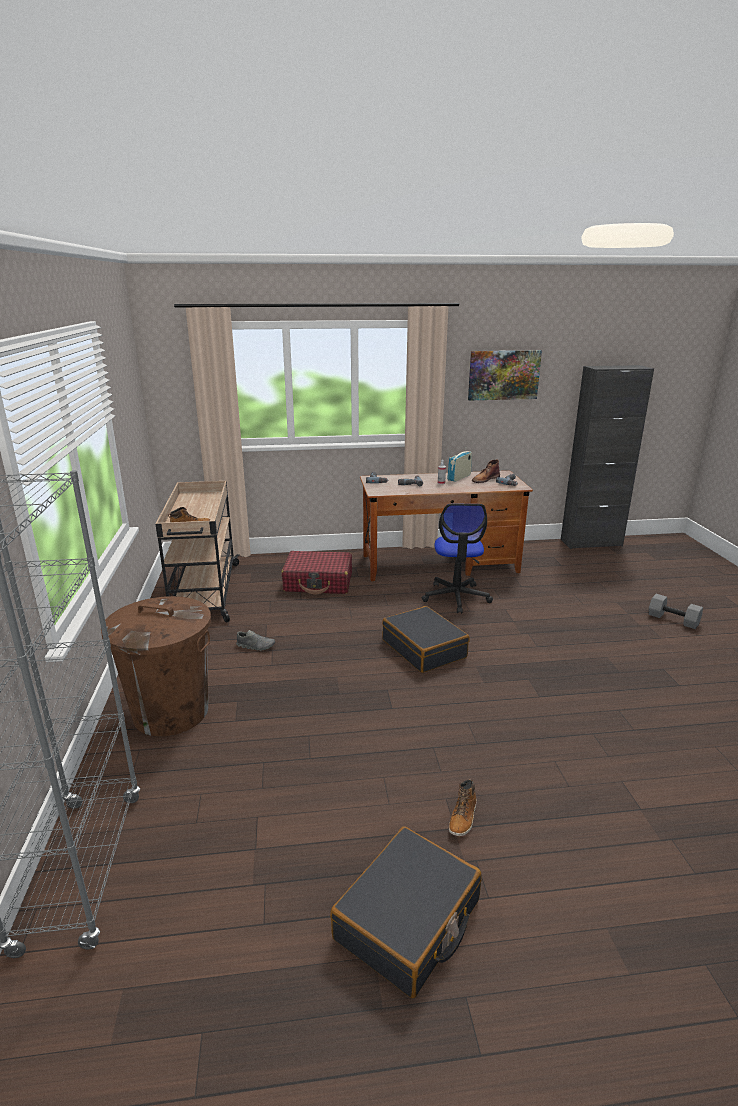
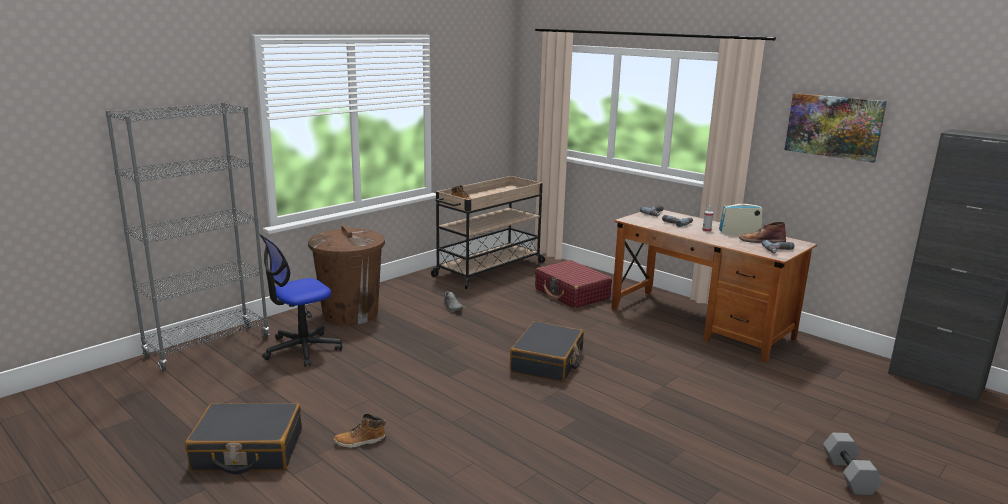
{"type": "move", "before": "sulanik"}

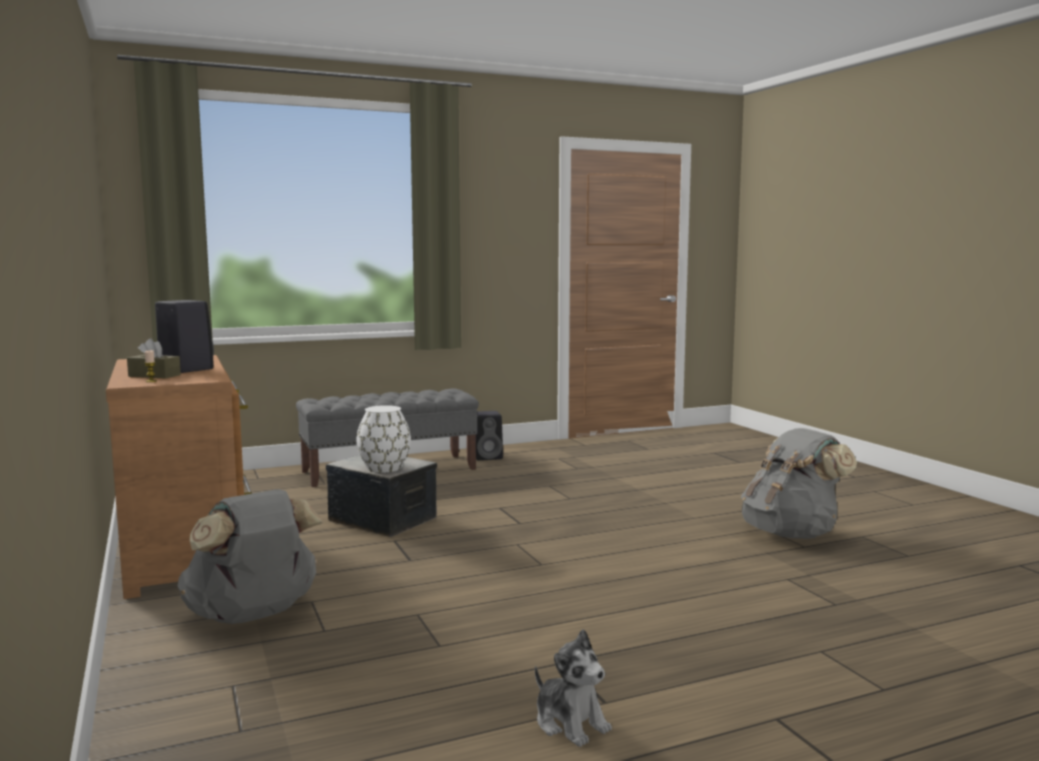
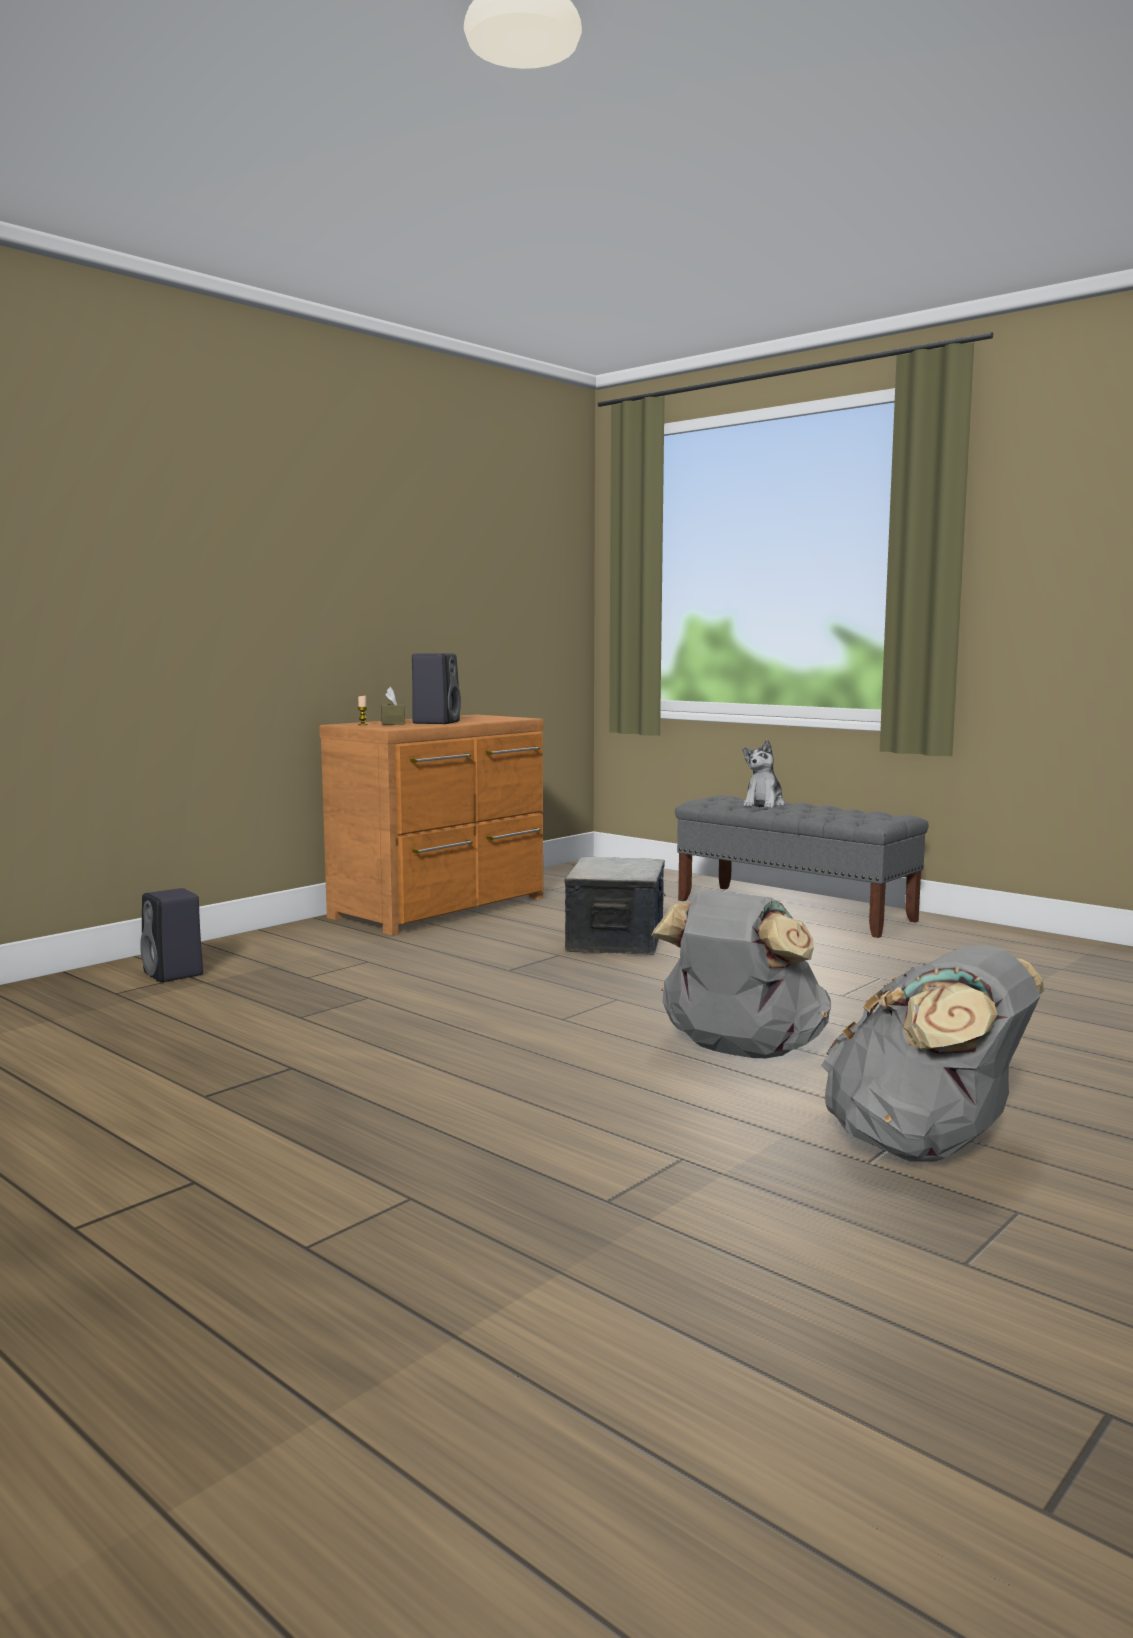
{"type": "delete", "before": "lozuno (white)"}
{"type": "move", "before": "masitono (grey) (1st from left)"}
{"type": "move", "before": "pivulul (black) (2nd from left in the first image)", "after": "pivulul (black) (1st from left)"}
{"type": "move", "before": "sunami"}

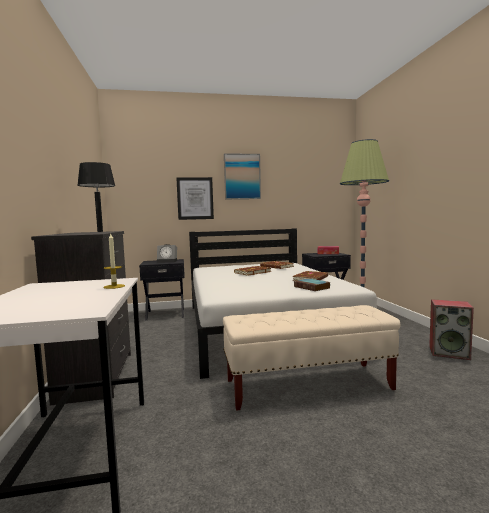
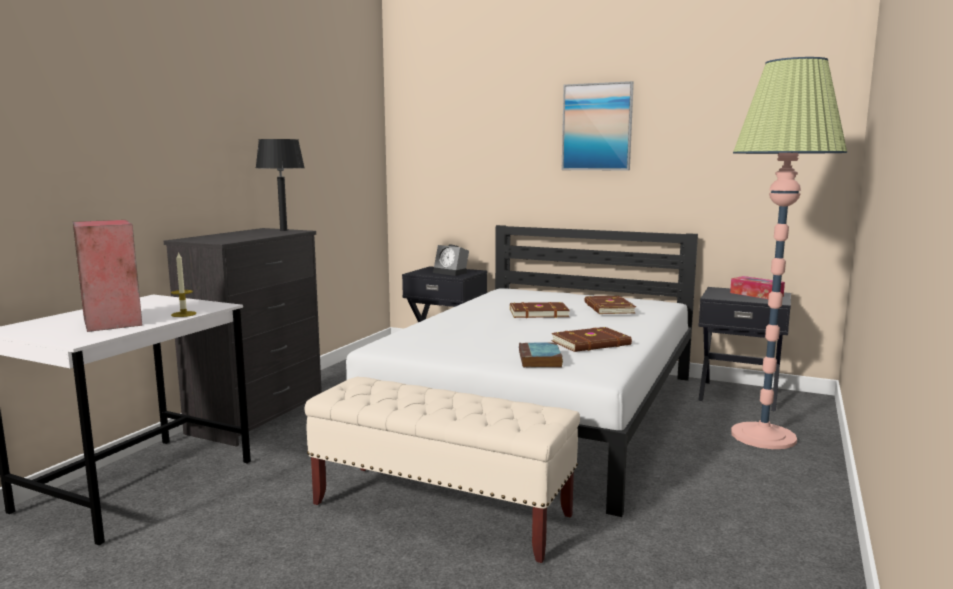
{"type": "delete", "before": "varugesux (1st from left)"}
{"type": "move", "before": "pivulul"}

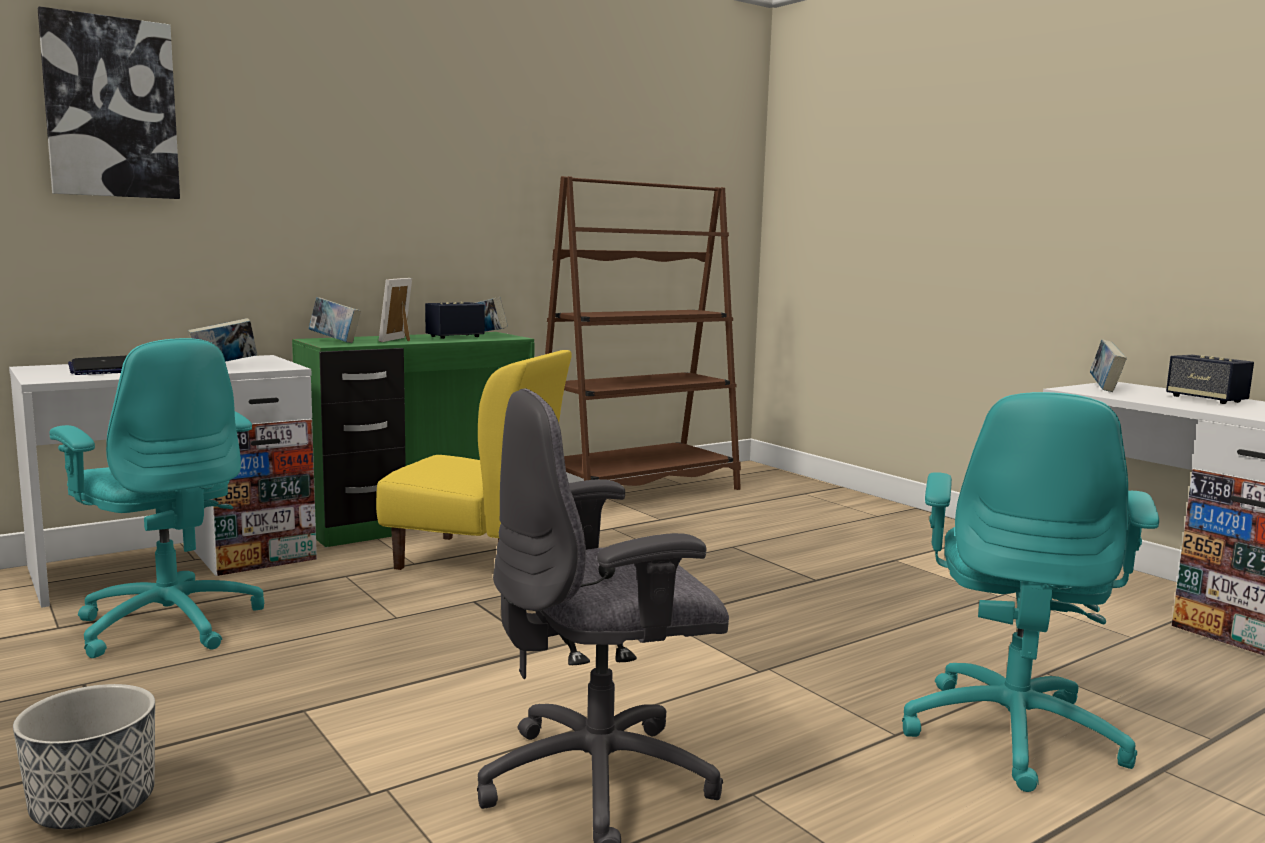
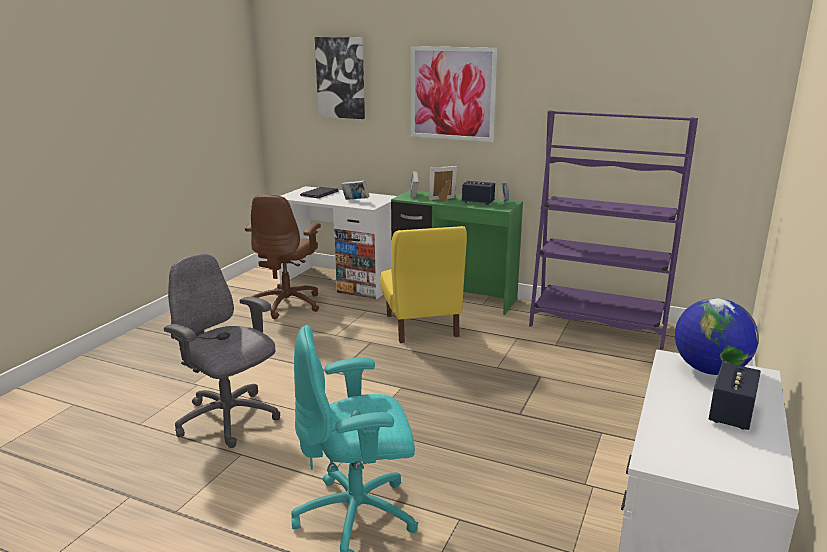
{"type": "delete", "before": "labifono"}
{"type": "insert", "after": "varugesux (2nd from left)"}
{"type": "replace", "before": "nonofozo (4th from left)", "after": "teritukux"}
{"type": "recolor", "before": "sulanik (turquoise) (1st from left)", "after": "sulanik (brown)"}
{"type": "recolor", "before": "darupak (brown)", "after": "darupak (purple)"}

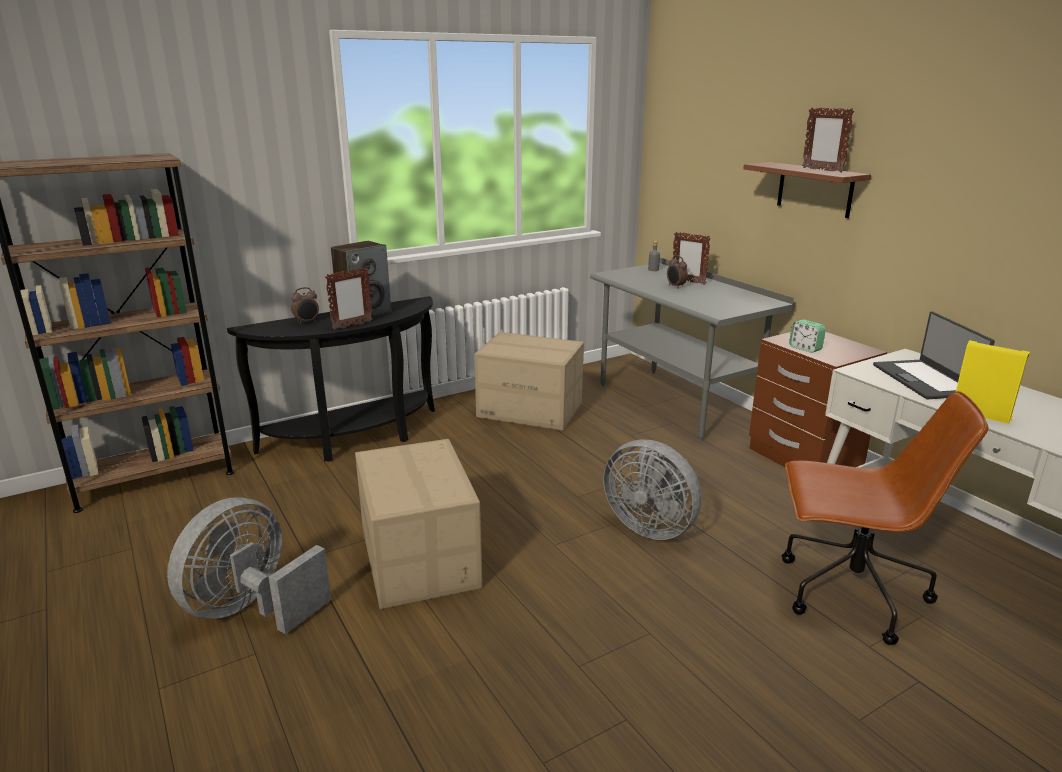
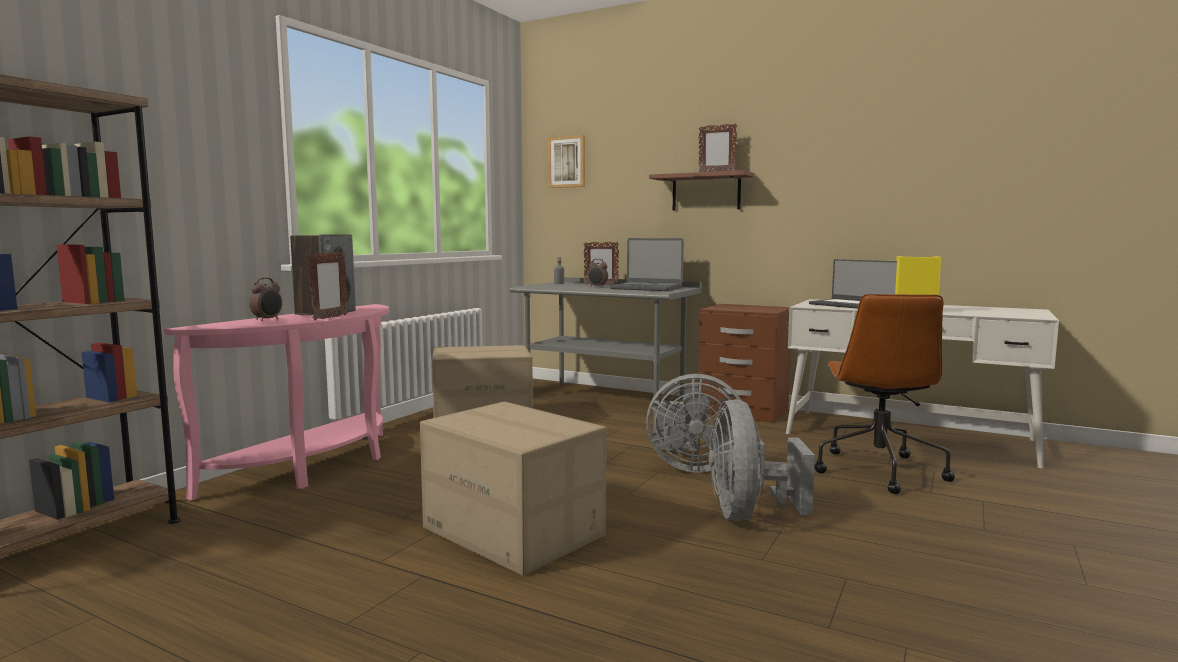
{"type": "delete", "before": "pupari (3rd from left)"}
{"type": "insert", "after": "varugesux"}
{"type": "insert", "after": "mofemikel (1st from left)"}
{"type": "move", "before": "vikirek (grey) (1st from left in the first image)", "after": "vikirek (grey) (2nd from left)"}
{"type": "recolor", "before": "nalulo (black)", "after": "nalulo (pink)"}
{"type": "rotate", "before": "sulanik (brown)", "turn": 120}

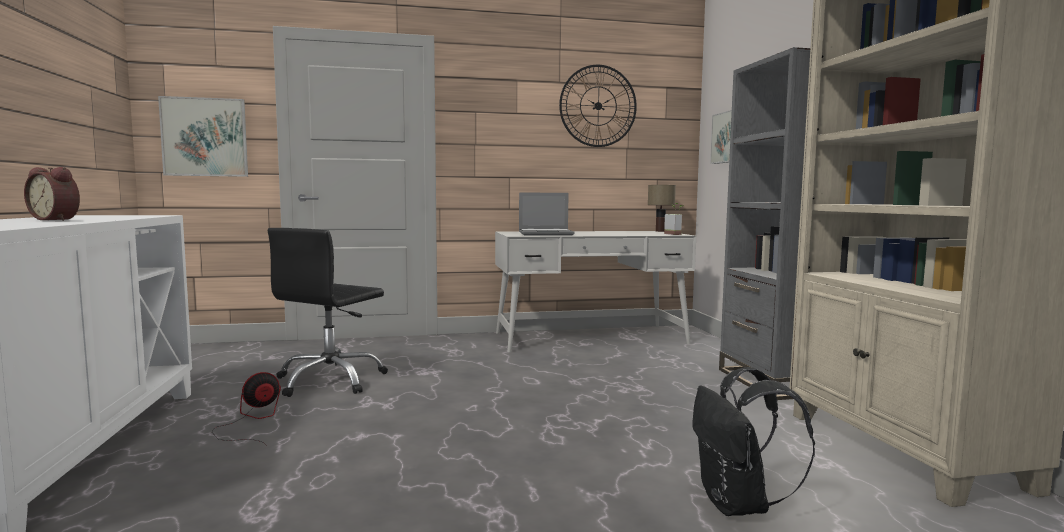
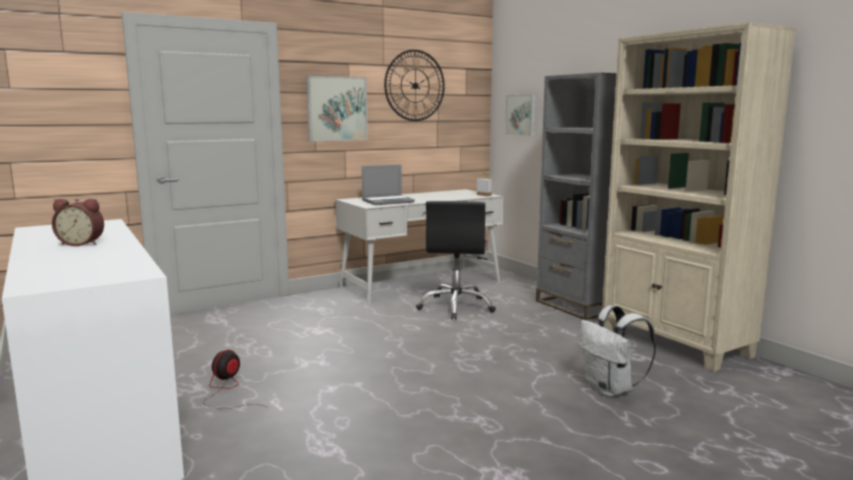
{"type": "delete", "before": "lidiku"}
{"type": "move", "before": "varugesux (1st from left)"}
{"type": "move", "before": "sulanik (black)"}
{"type": "recolor", "before": "masitono (black)", "after": "masitono (white)"}

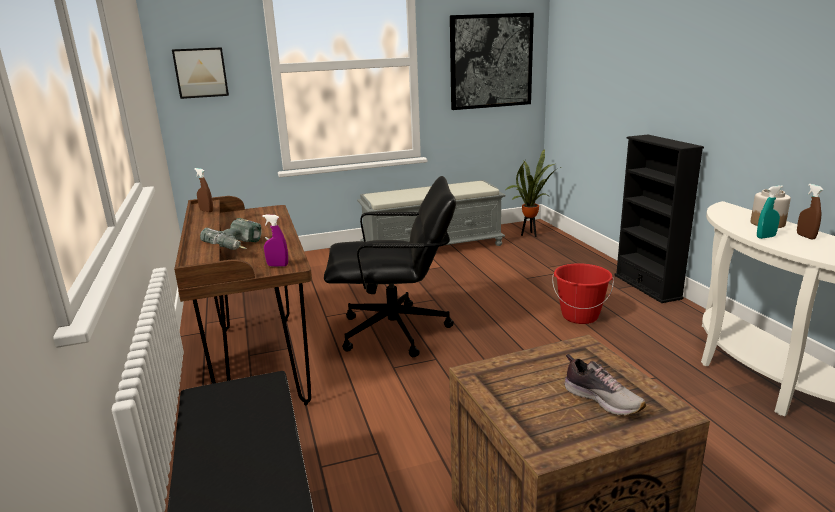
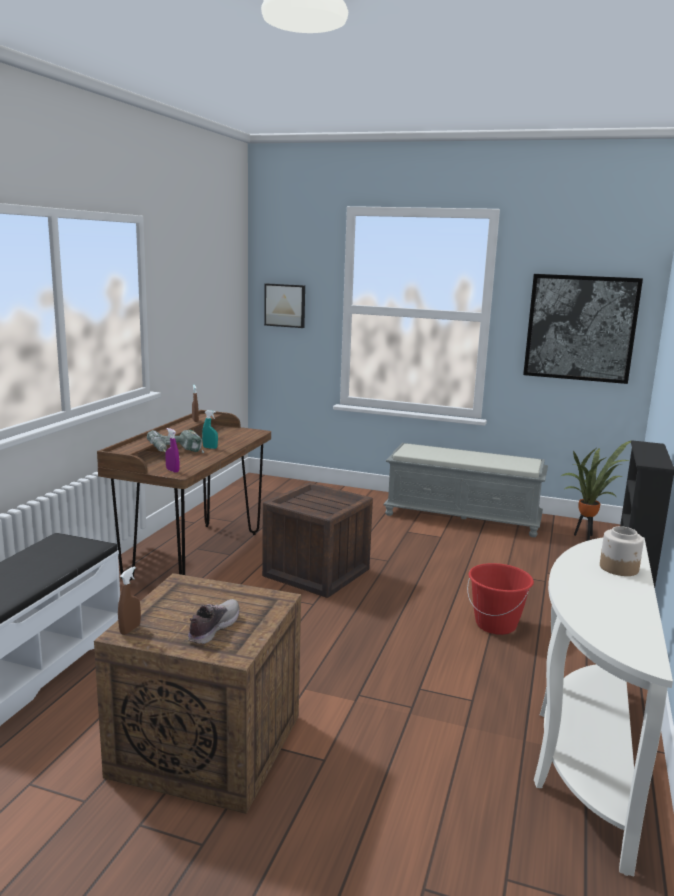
{"type": "move", "before": "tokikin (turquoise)"}
{"type": "move", "before": "tokikin (brown) (2nd from left in the first image)", "after": "tokikin (brown) (1st from left)"}
{"type": "replace", "before": "sulanik (black)", "after": "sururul (2nd from left)"}
{"type": "rotate", "before": "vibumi", "turn": -150}

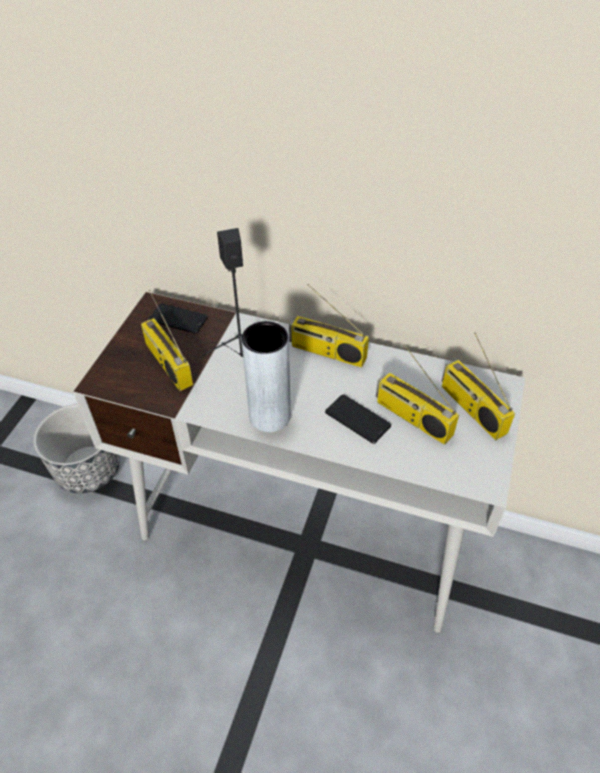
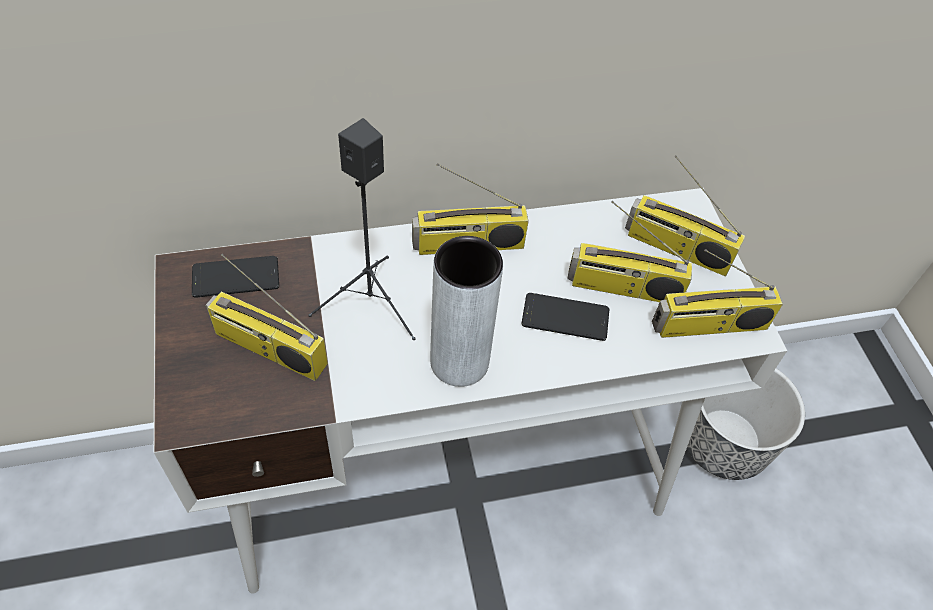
{"type": "insert", "after": "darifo (5th from left)"}
{"type": "move", "before": "labifono"}

